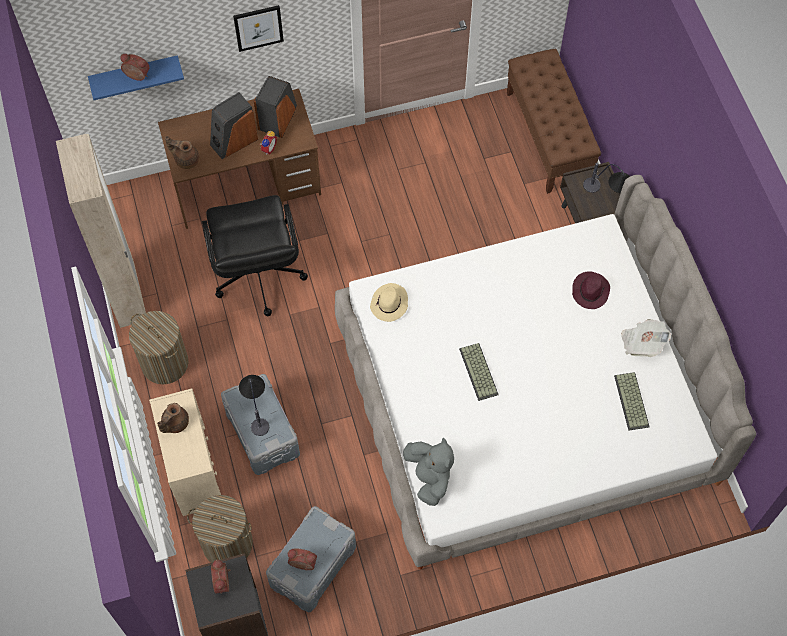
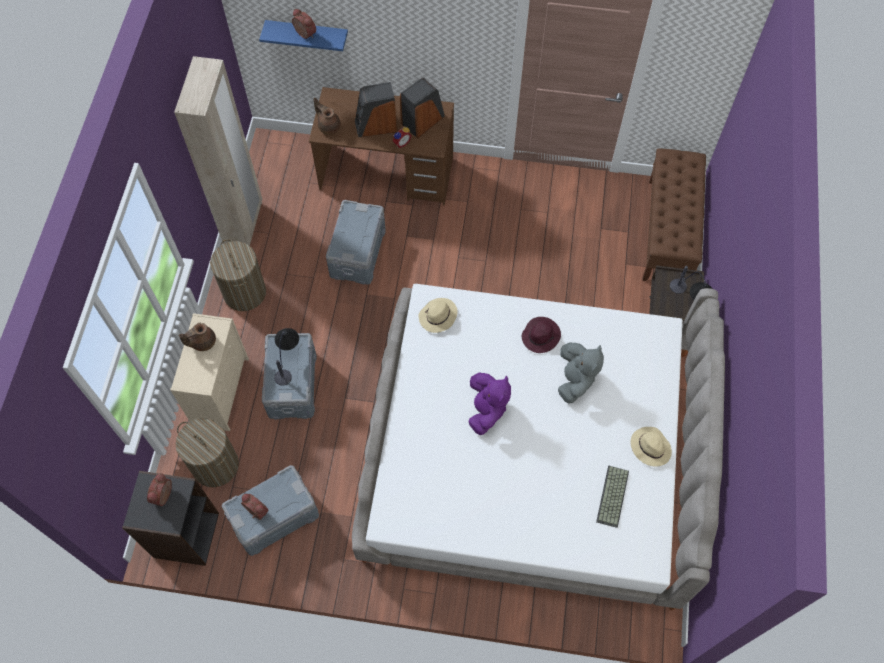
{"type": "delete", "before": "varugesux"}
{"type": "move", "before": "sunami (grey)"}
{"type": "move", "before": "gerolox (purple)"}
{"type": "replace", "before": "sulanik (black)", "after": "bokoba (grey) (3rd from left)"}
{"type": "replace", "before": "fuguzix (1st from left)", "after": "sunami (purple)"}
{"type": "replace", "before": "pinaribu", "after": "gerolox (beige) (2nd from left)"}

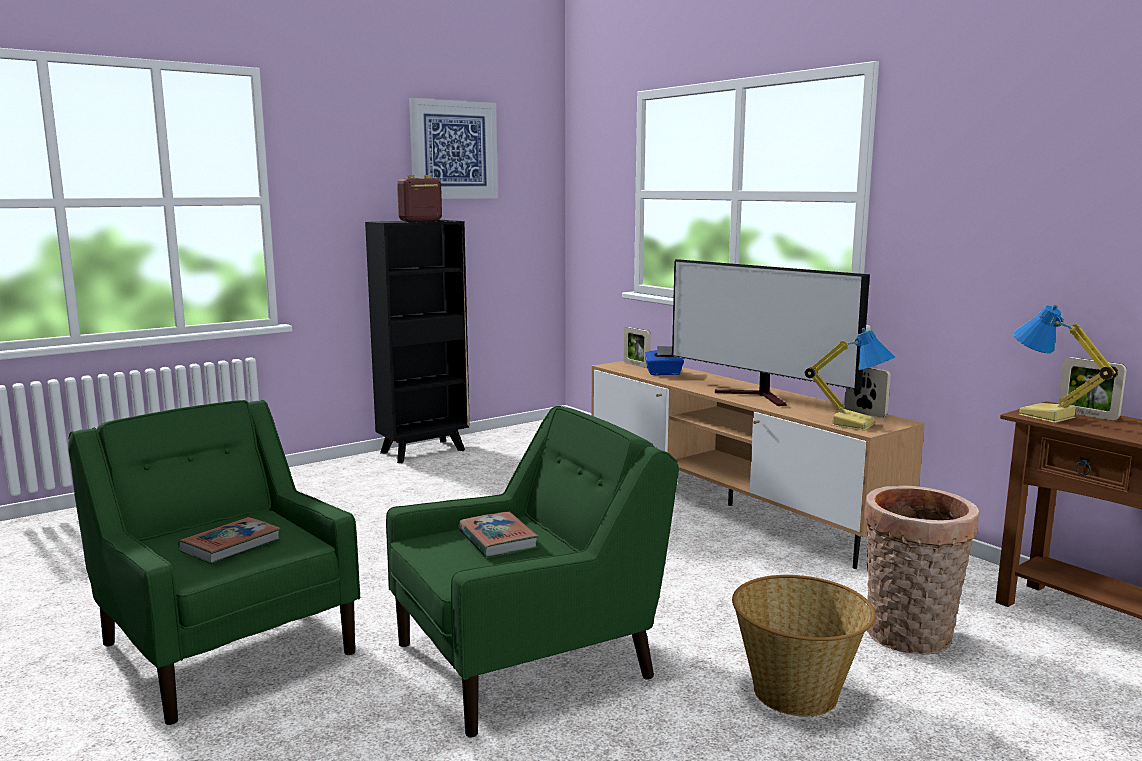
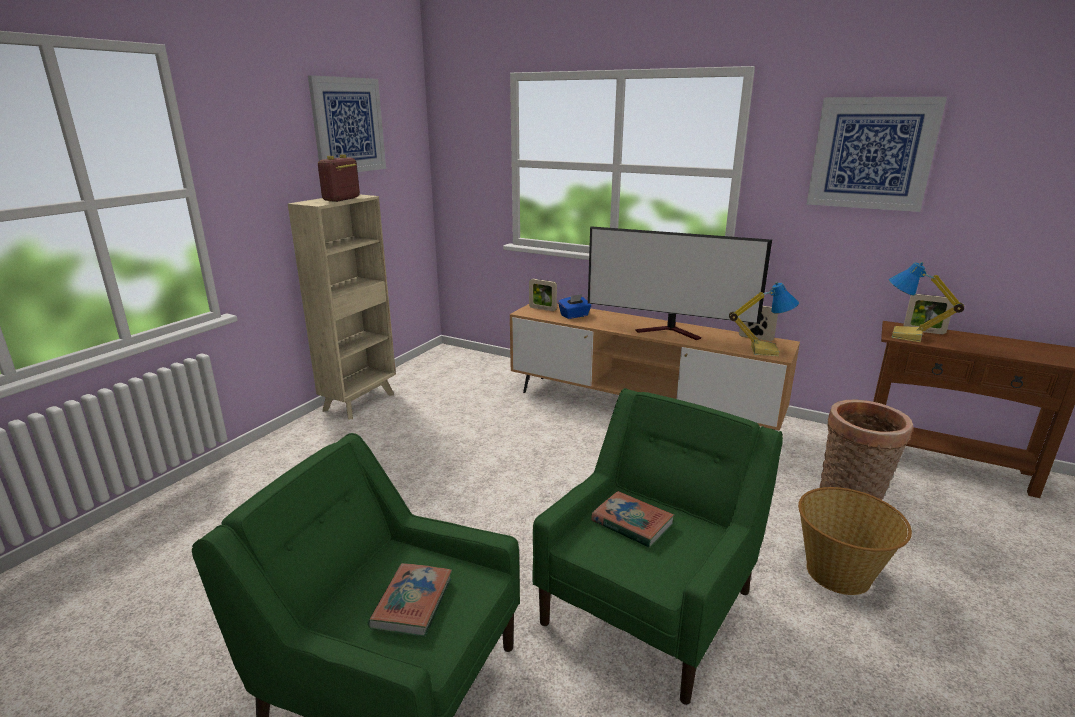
{"type": "insert", "after": "varugesux (2nd from left)"}
{"type": "recolor", "before": "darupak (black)", "after": "darupak (beige)"}

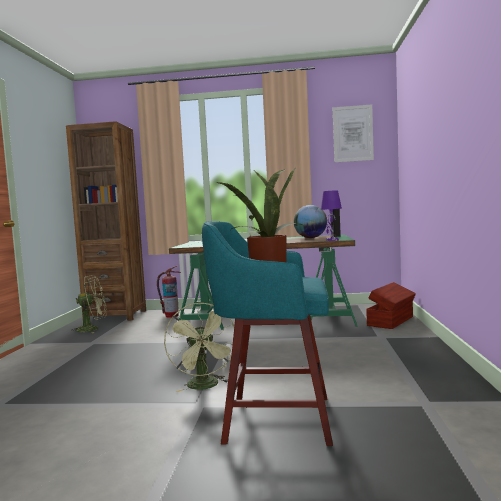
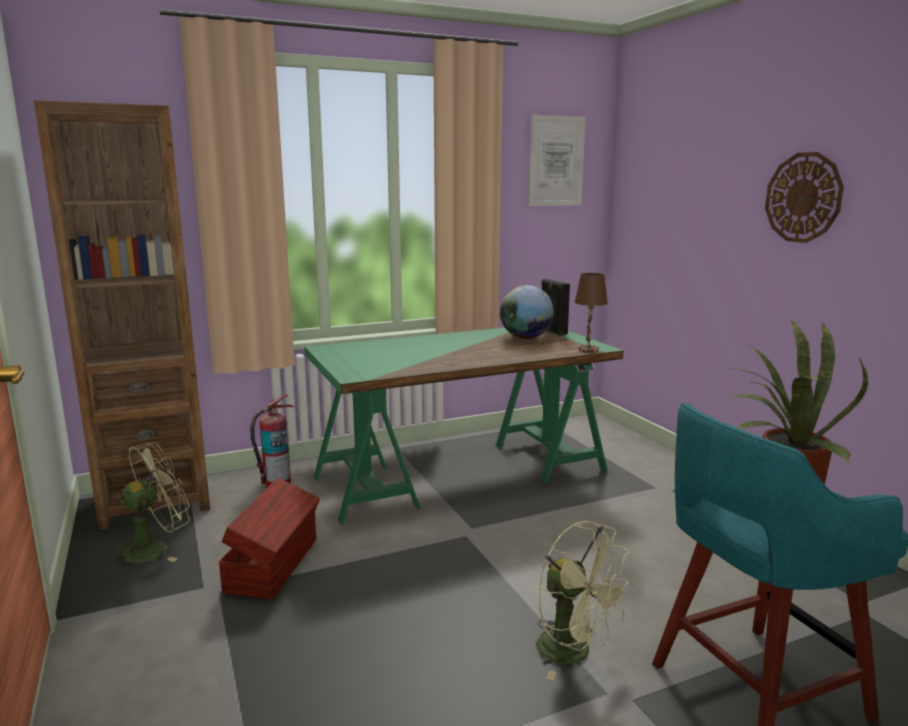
{"type": "insert", "after": "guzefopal"}
{"type": "move", "before": "bokoba (brown)"}
{"type": "recolor", "before": "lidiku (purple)", "after": "lidiku (brown)"}

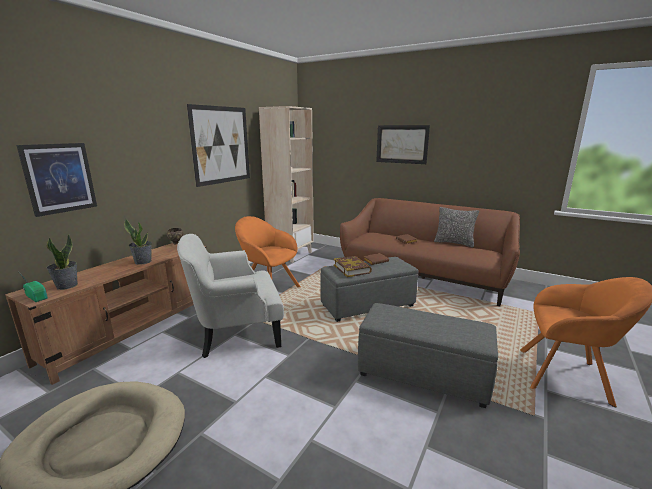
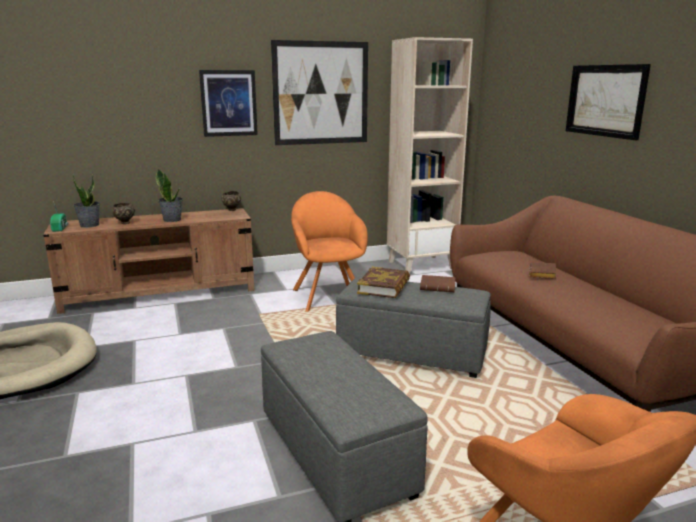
{"type": "delete", "before": "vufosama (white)"}
{"type": "delete", "before": "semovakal"}
{"type": "insert", "after": "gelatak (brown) (1st from left)"}
{"type": "move", "before": "varugesux (1st from left)"}

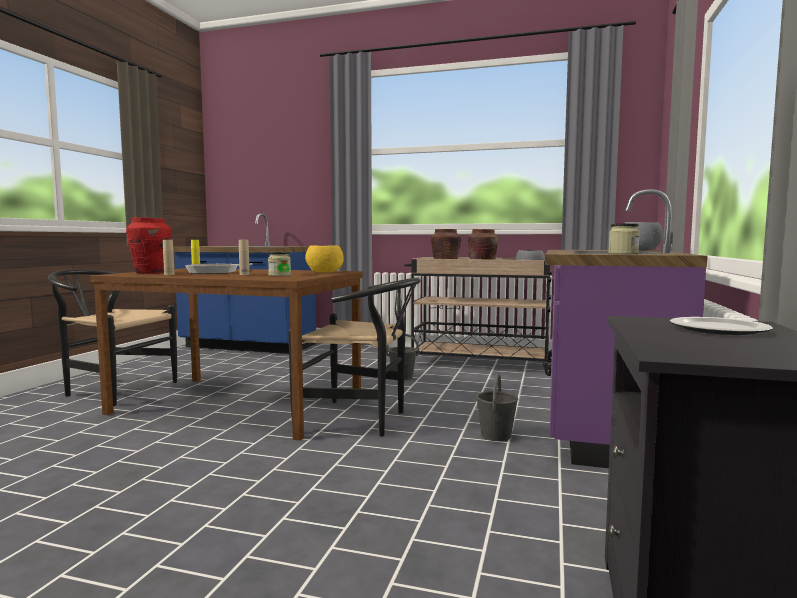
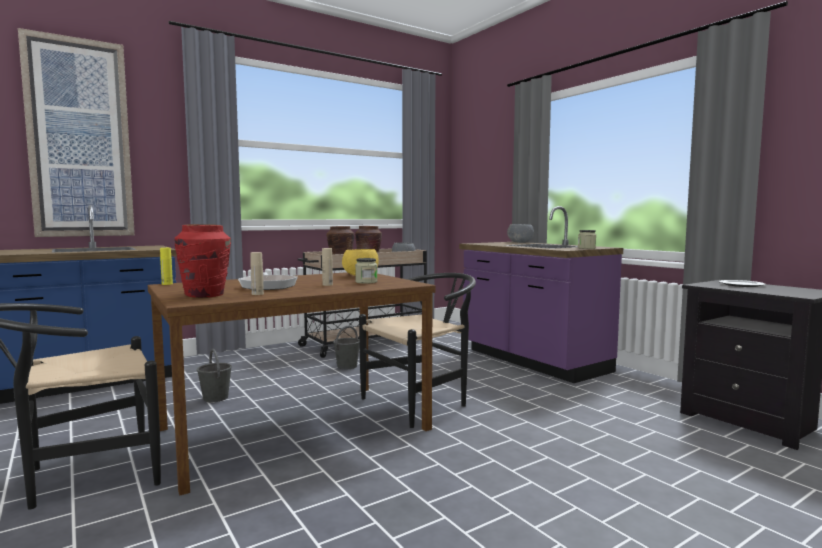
{"type": "insert", "after": "varugesux"}
{"type": "move", "before": "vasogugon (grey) (2nd from left in the first image)", "after": "vasogugon (grey) (1st from left)"}

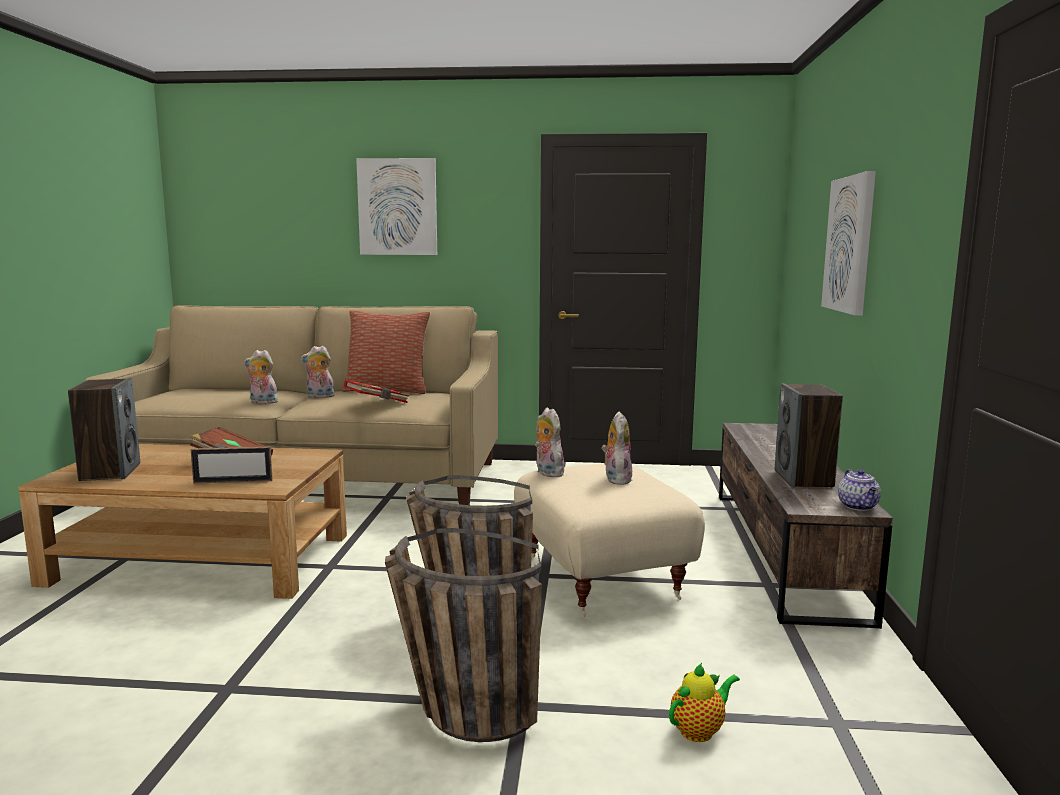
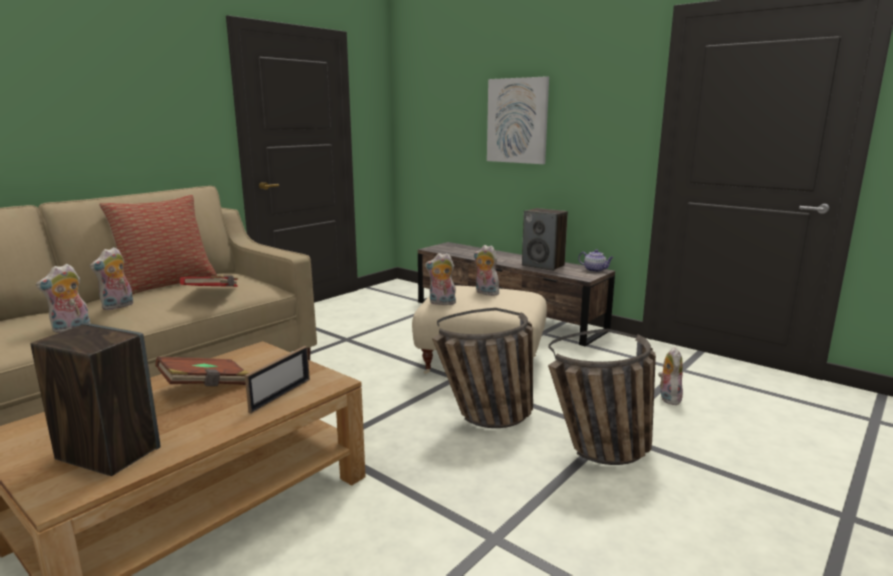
{"type": "delete", "before": "varugesux (1st from left)"}
{"type": "replace", "before": "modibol (1st from left)", "after": "sunami (5th from left)"}

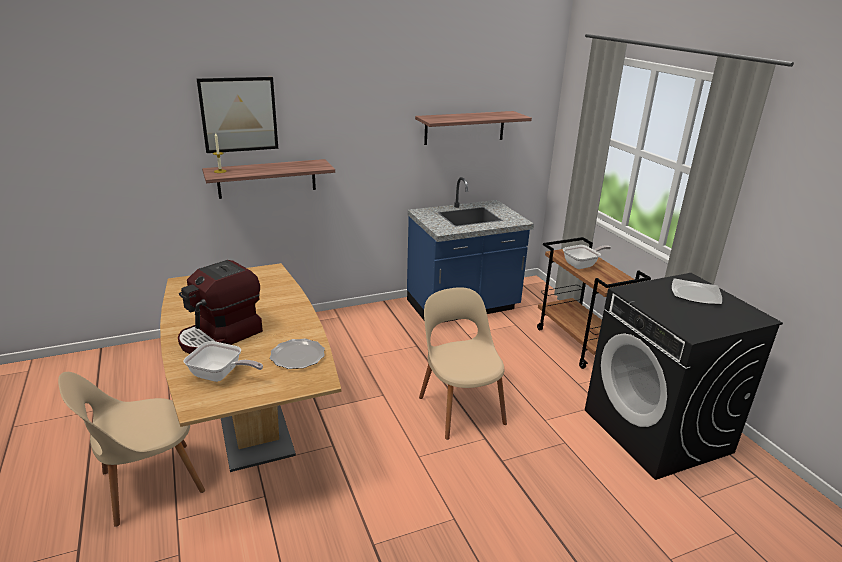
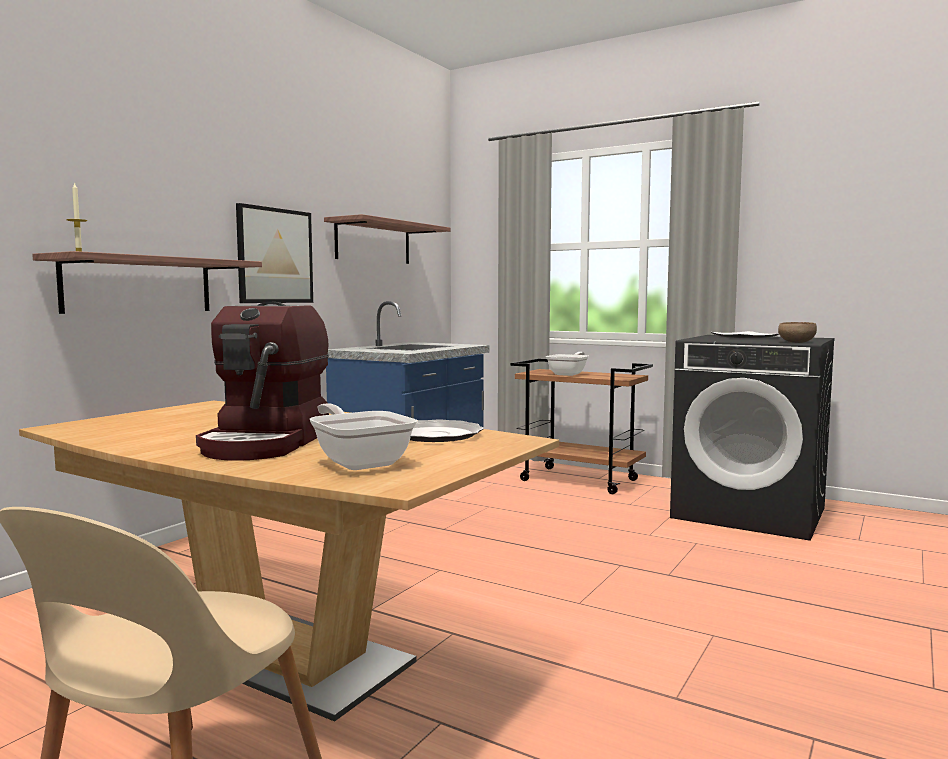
{"type": "delete", "before": "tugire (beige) (2nd from left)"}
{"type": "insert", "after": "gelatak (brown)"}
{"type": "move", "before": "varugesux"}
{"type": "rotate", "before": "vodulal (1st from left)", "turn": -105}

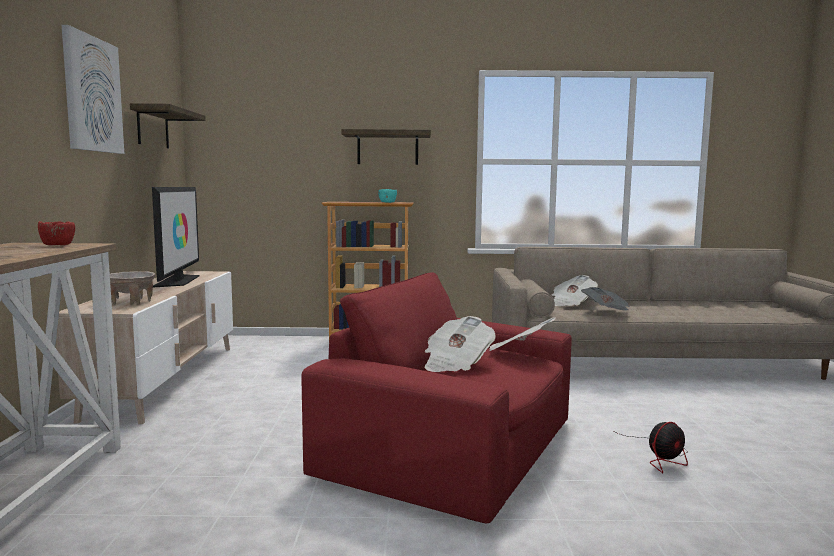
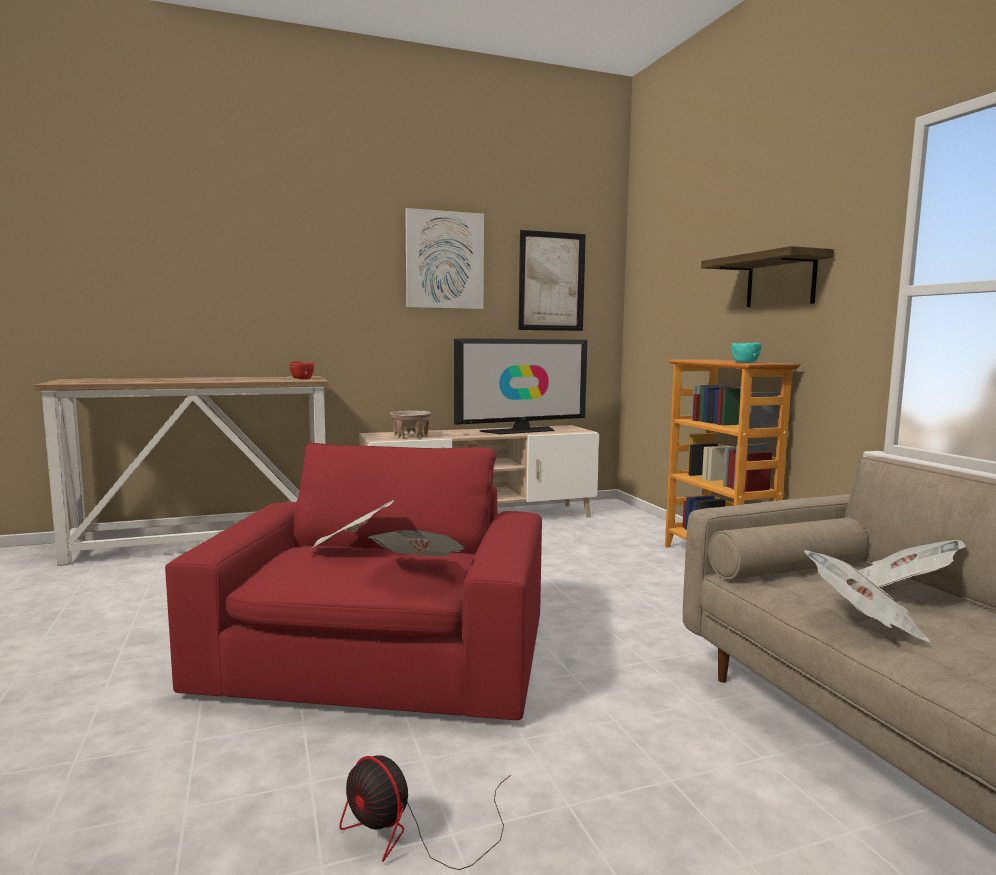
{"type": "replace", "before": "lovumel (1st from left)", "after": "varugesux (2nd from left)"}

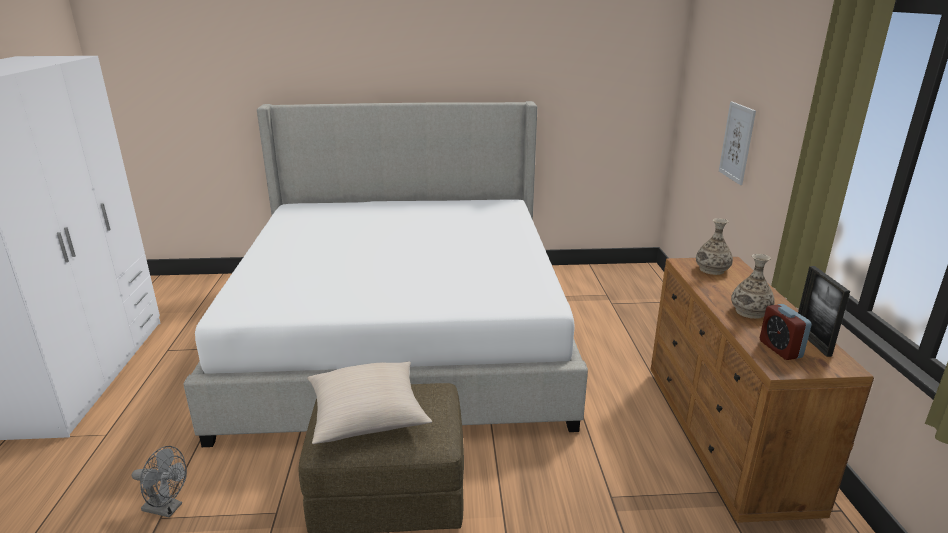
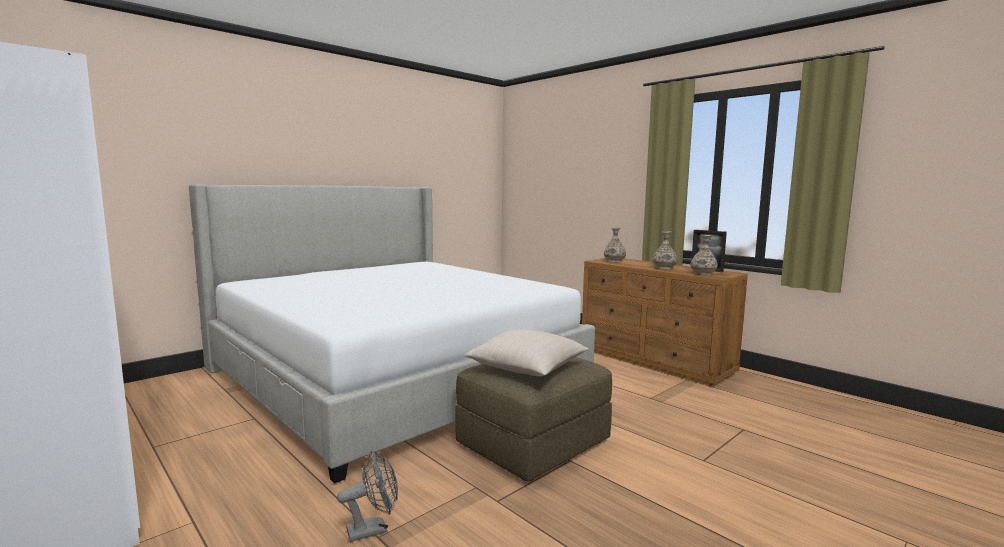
{"type": "delete", "before": "varugesux"}
{"type": "replace", "before": "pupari", "after": "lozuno (3rd from left)"}

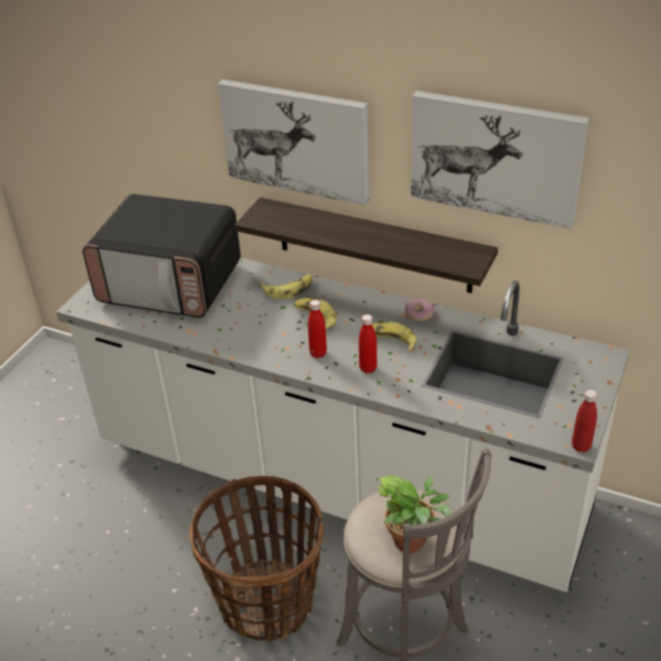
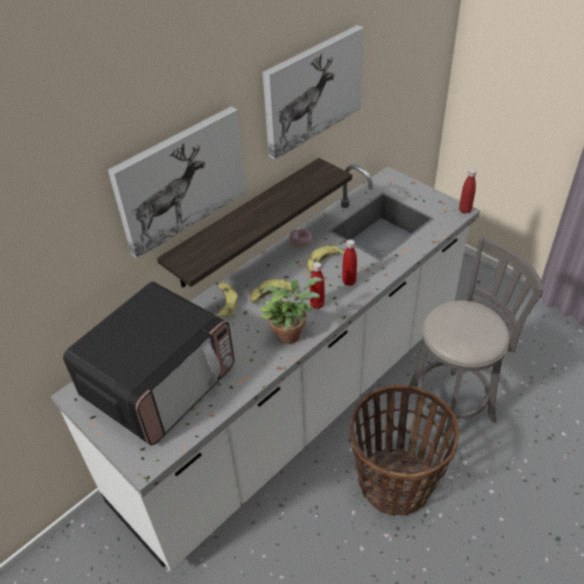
{"type": "move", "before": "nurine"}

